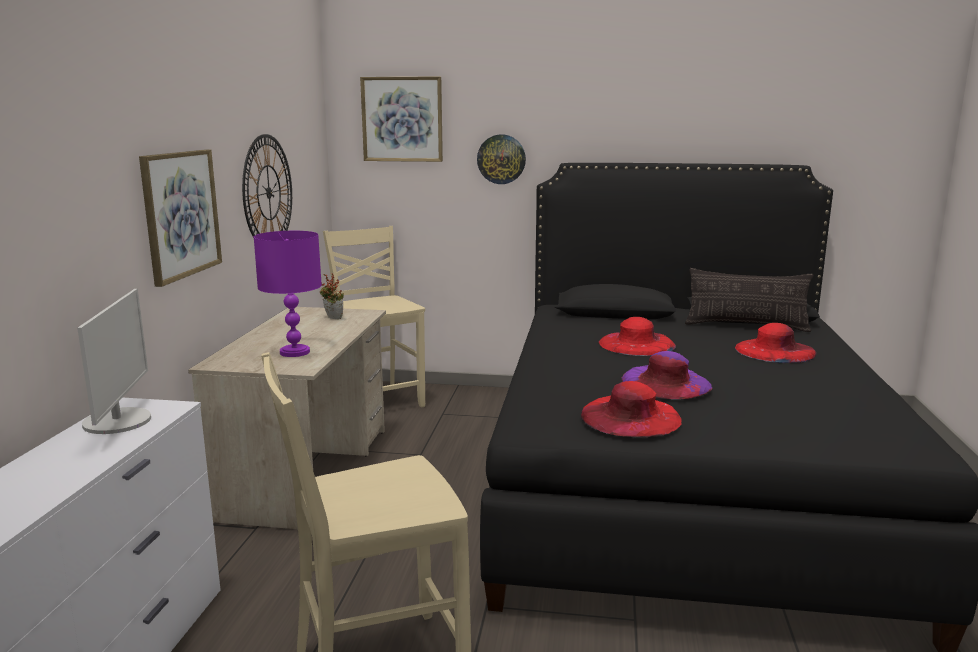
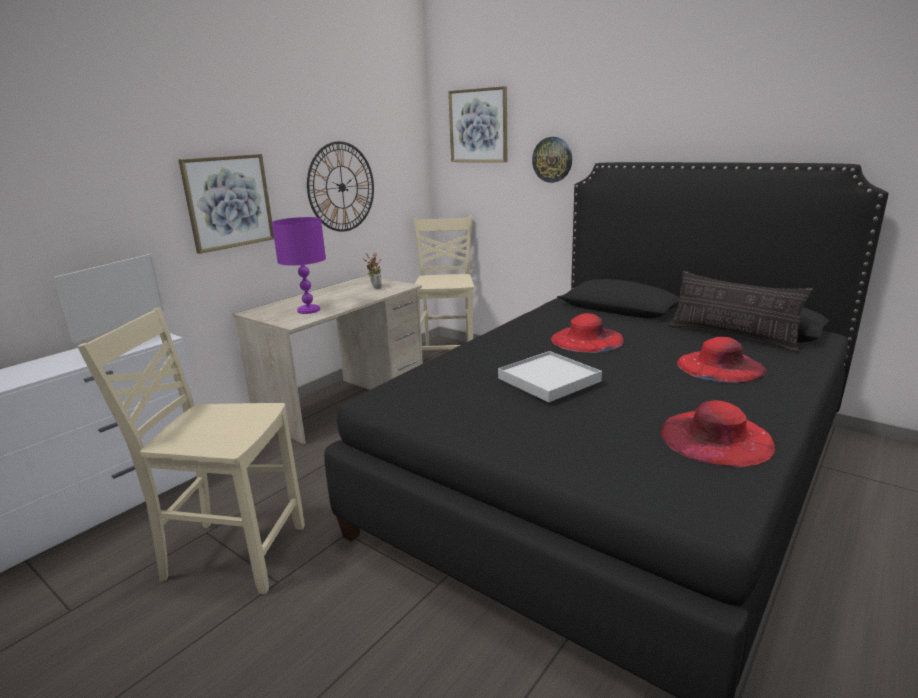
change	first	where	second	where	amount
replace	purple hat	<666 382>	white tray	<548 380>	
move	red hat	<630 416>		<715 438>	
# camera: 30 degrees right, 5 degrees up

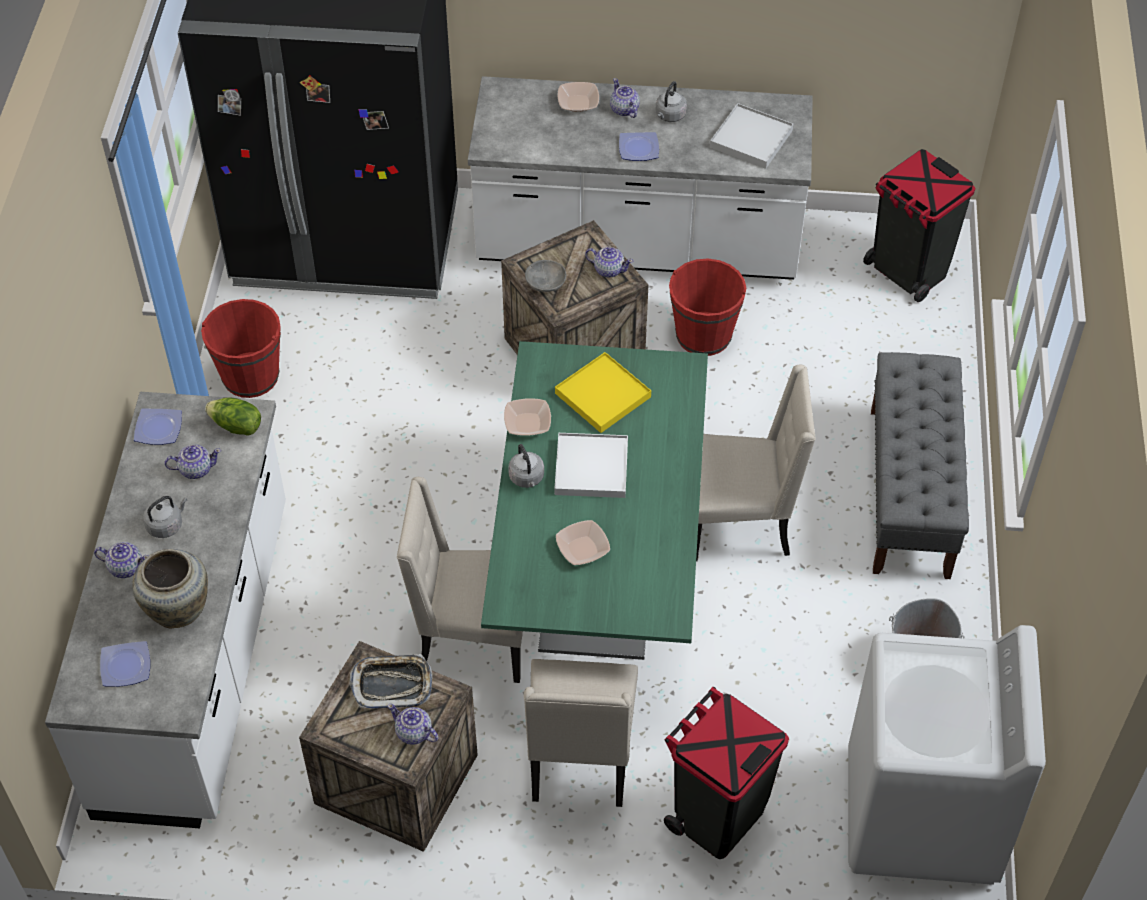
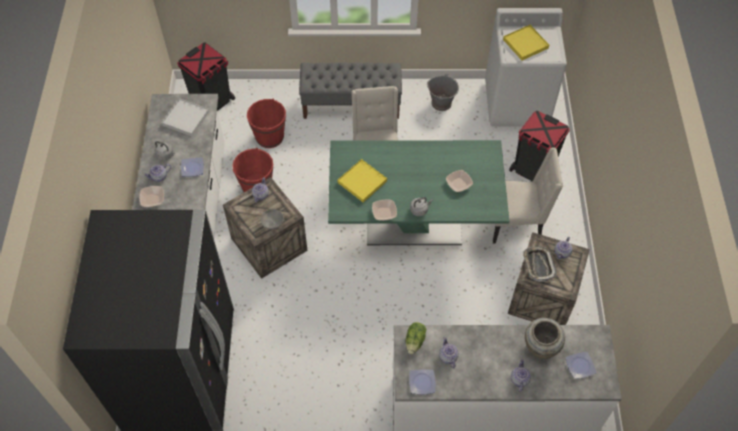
change	first	where	second	where	amount
move	red bucket	<250 376>		<269 137>	
delete	white tray	<591 468>			
delete	beige chair	<471 638>			
delete	grey kettle	<166 525>			
insert			yellow tray	<525 44>	
# camera: 95 degrees left, 5 degrees up

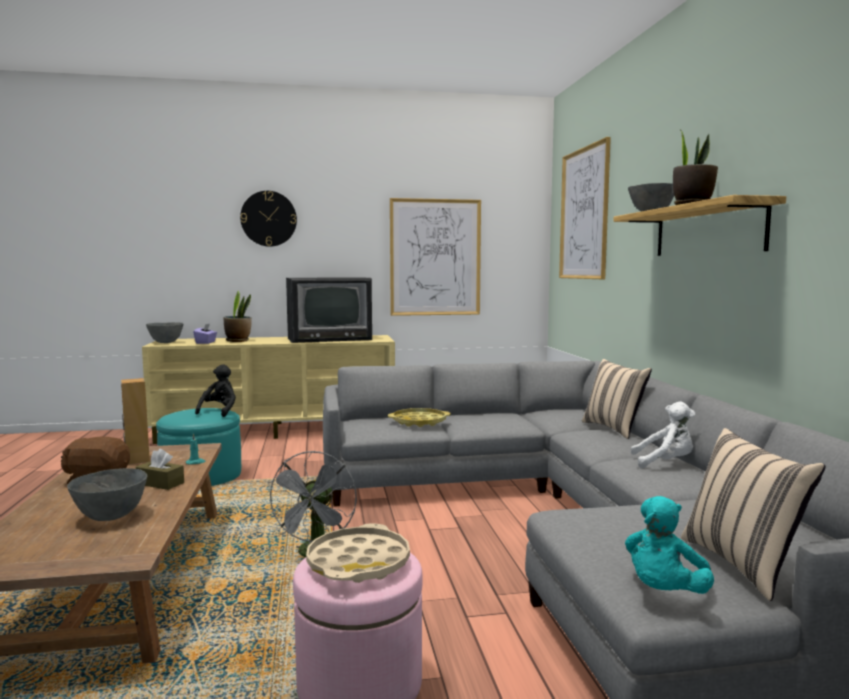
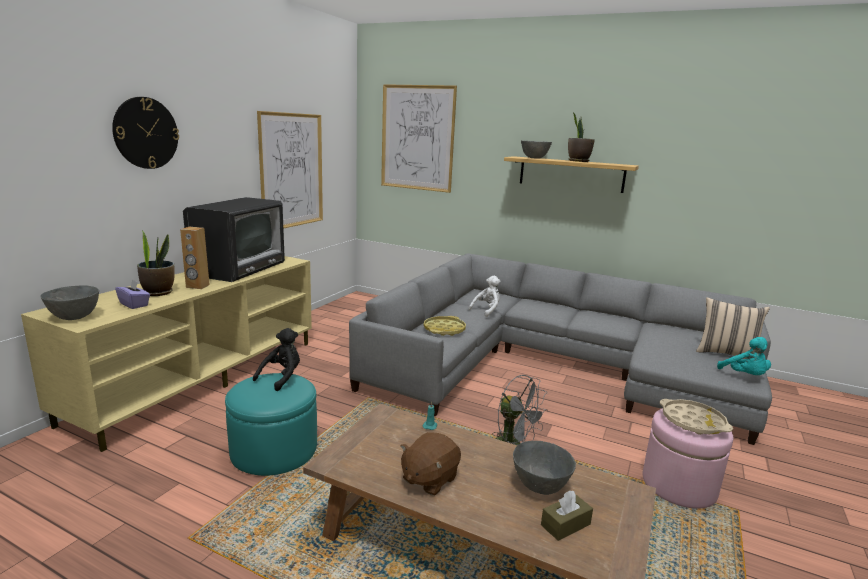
change	first	where	second	where	amount
delete	beige pillow	<614 428>			
rotate	black plush toy	<219 411>		<282 378>	75 degrees clockwise
move	brown speaker	<137 460>		<197 286>	
move	white plush toy	<665 463>		<486 310>	
move	brown tissue box	<160 483>		<565 524>	
# camera: 55 degrees left, 10 degrees up

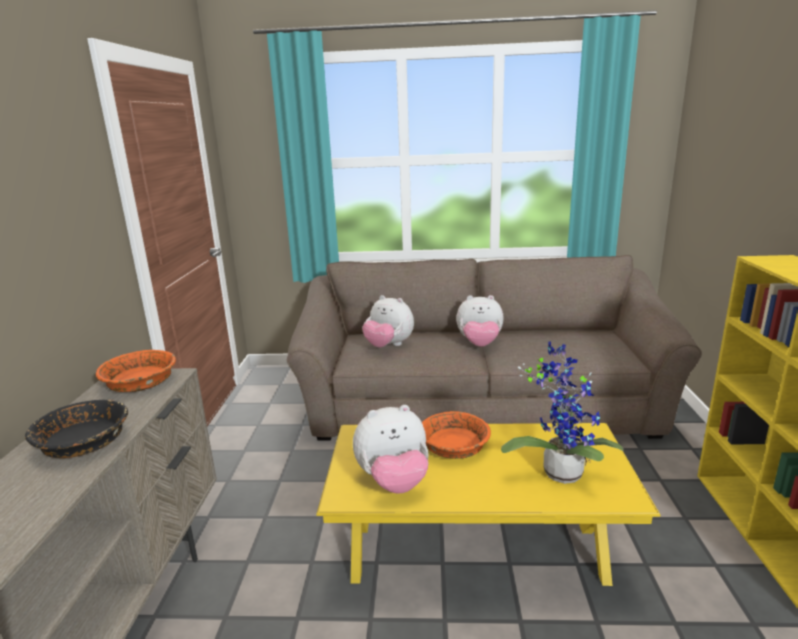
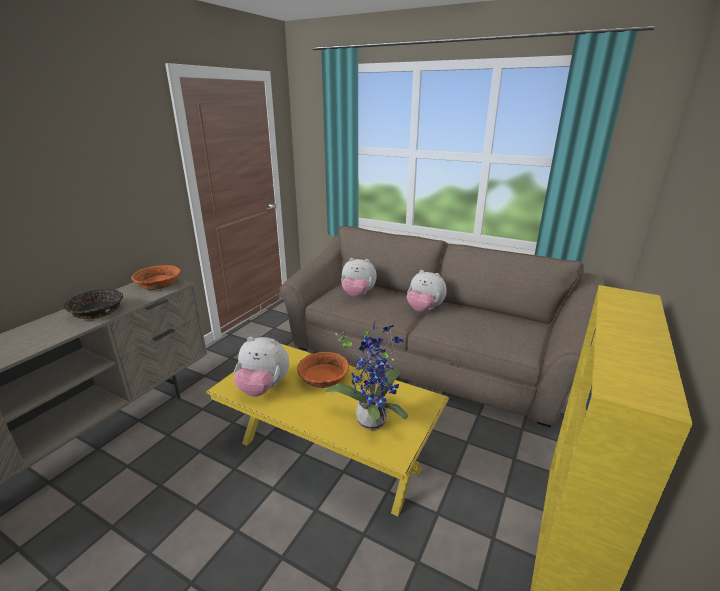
change	first	where	second	where	amount
rotate	plush toy	<388 346>		<357 295>	45 degrees counterclockwise
# camera: 25 degrees right, 5 degrees up

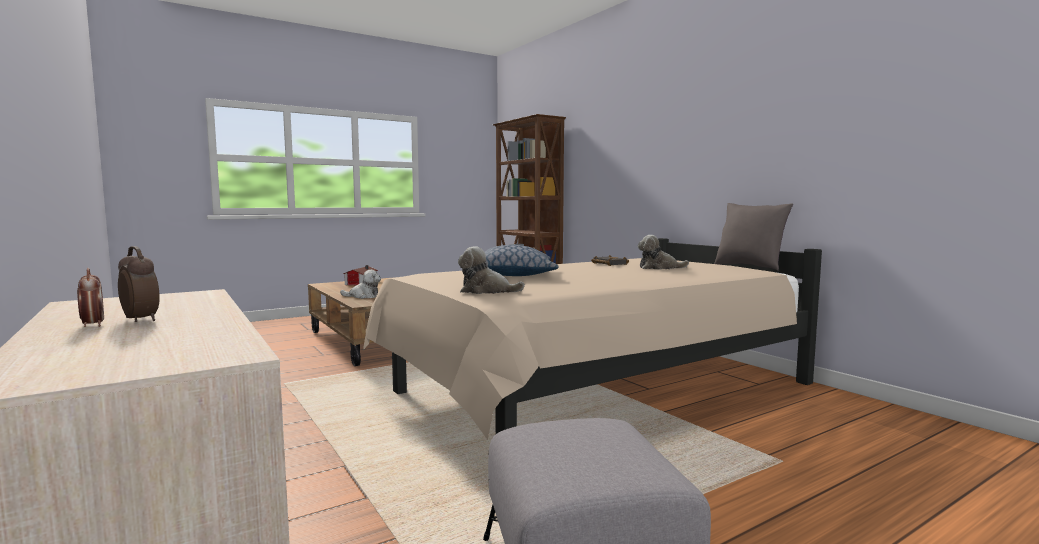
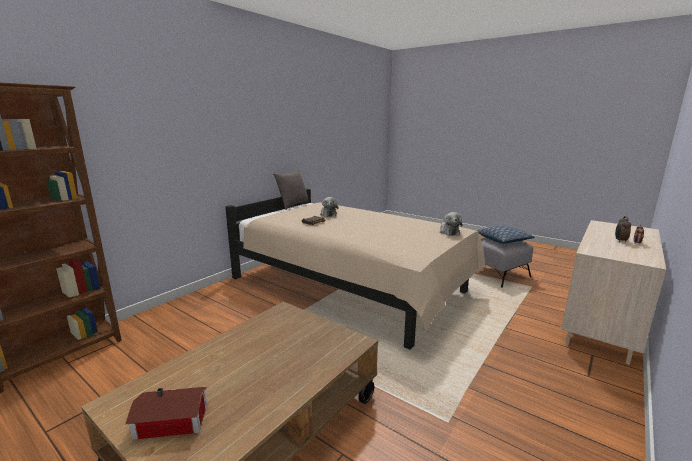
change	first	where	second	where	amount
move	pillow	<514 275>		<503 240>	
delete	plush toy	<363 296>			
# camera: 110 degrees left, 10 degrees up

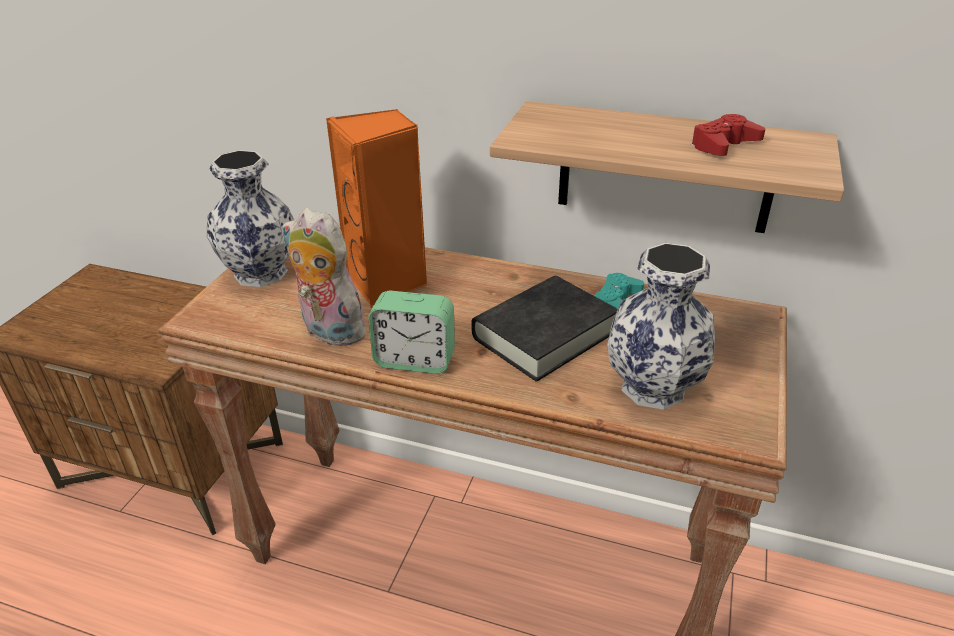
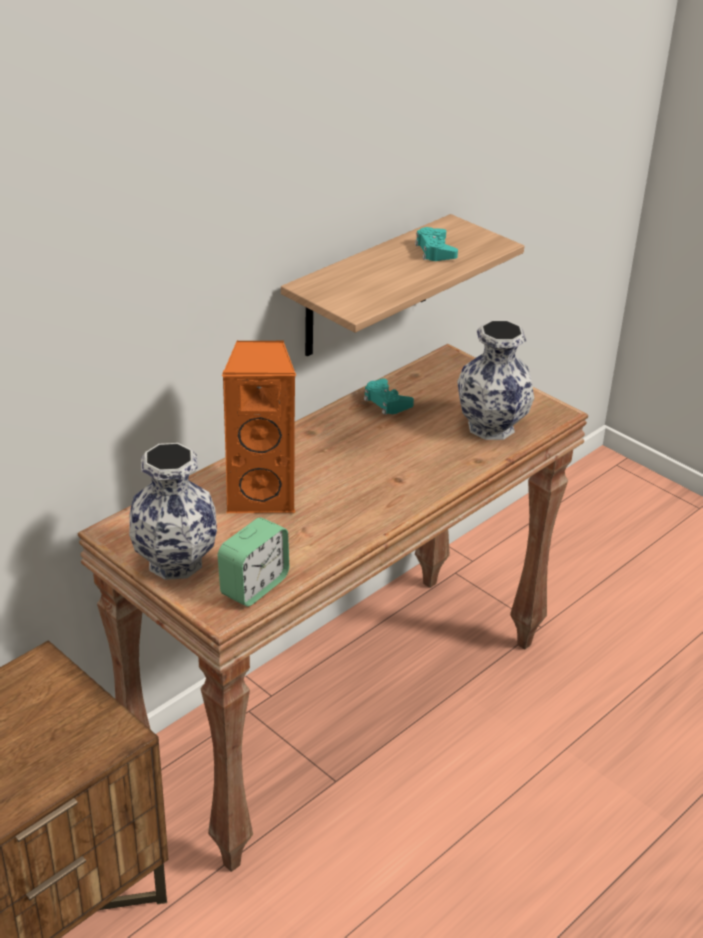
change	first	where	second	where	amount
recolor	red game controller	<724 145>	turquoise game controller	<435 250>	
delete	plush toy	<329 331>			
delete	black book	<544 335>			
move	alarm clock	<415 360>		<254 586>	
# camera: 65 degrees left, 0 degrees up

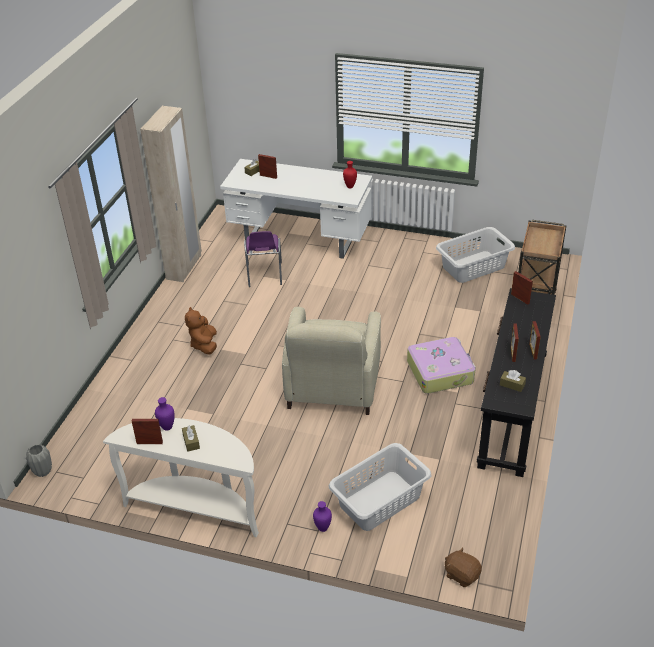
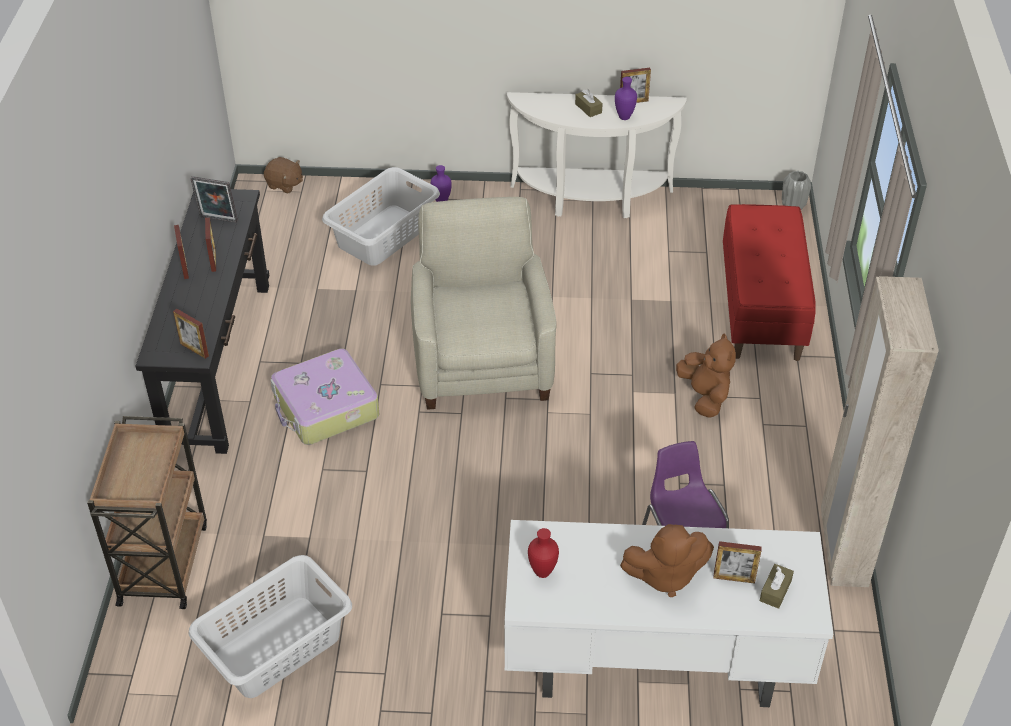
change	first	where	second	where	amount
replace	brown tissue box	<512 385>	picture frame	<218 220>	
insert			red bench	<761 309>	
insert			brown plush toy	<665 575>	
# camera: 165 degrees right, 5 degrees up

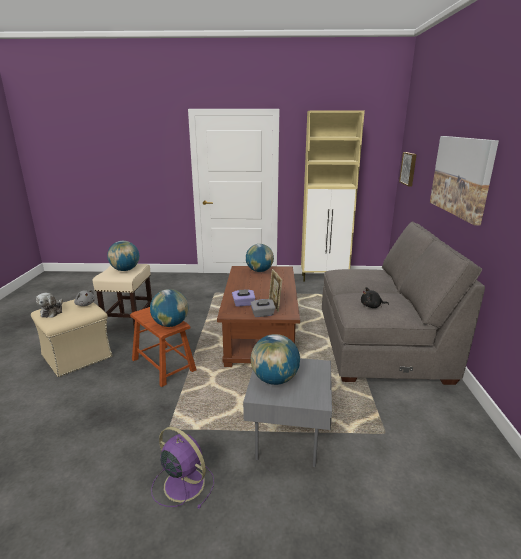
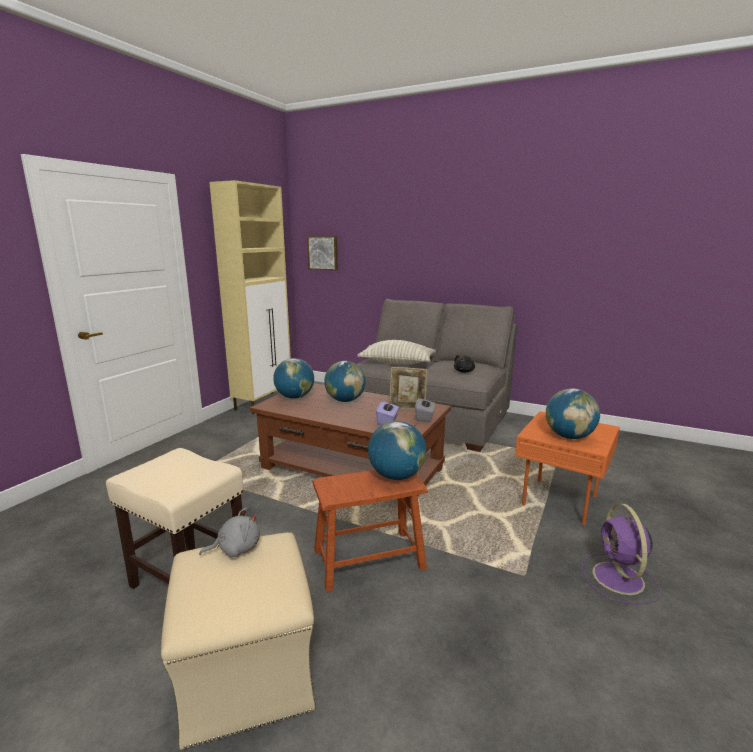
change	first	where	second	where	amount
delete	picture	<461 176>			
move	globe	<125 270>		<345 400>	
delete	plush toy	<52 311>			
recolor	grey side table	<289 442>	orange side table	<562 501>	
rotate	purple fan	<182 483>		<619 579>	60 degrees counterclockwise
insert			pillow	<397 363>	
# camera: 65 degrees left, 5 degrees down

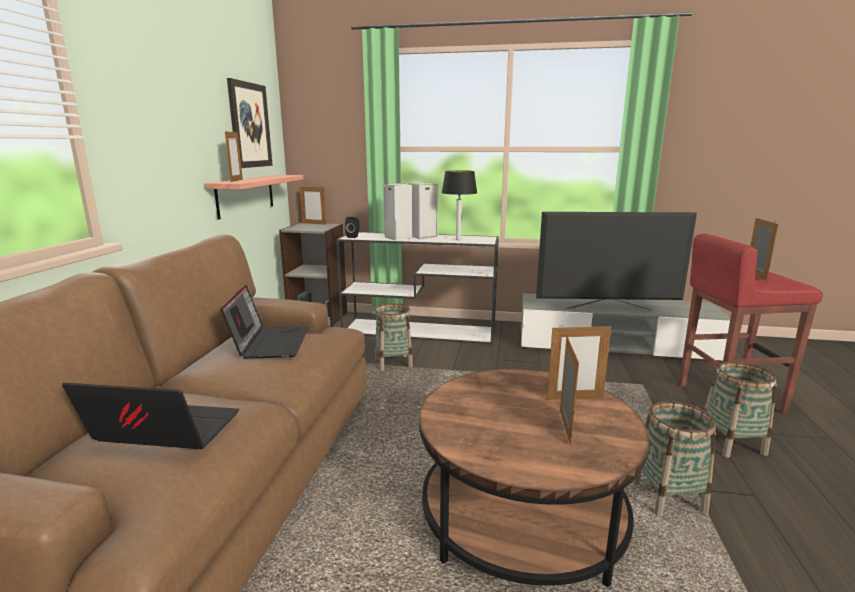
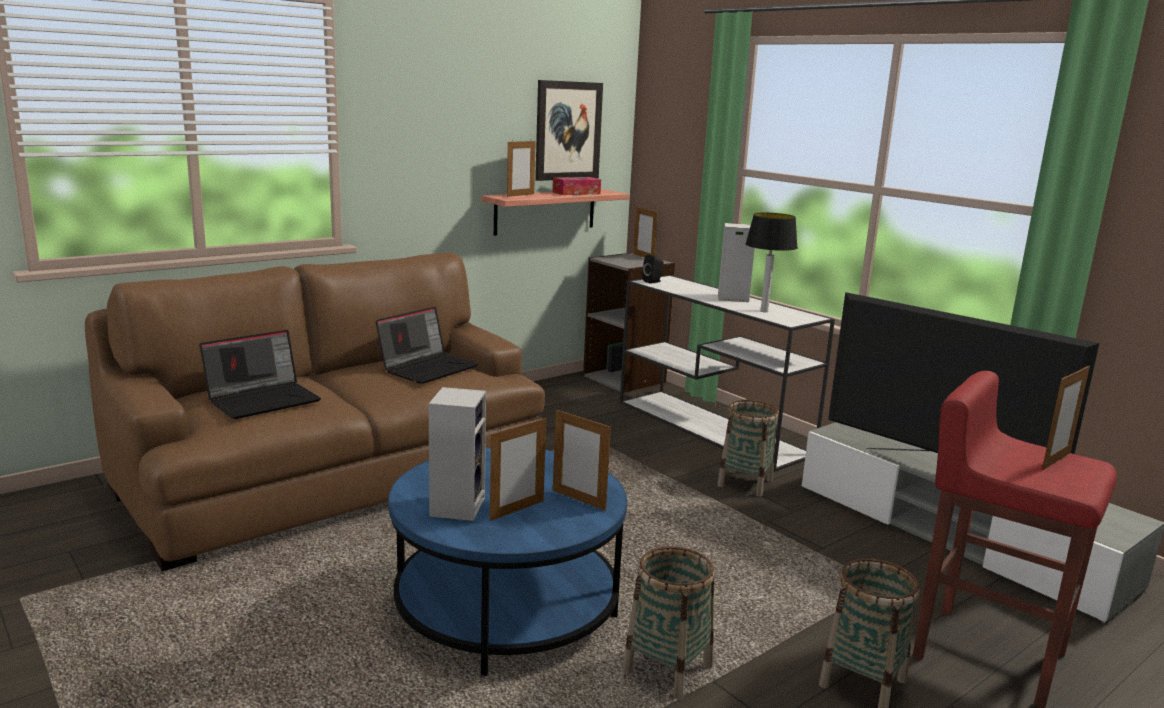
change	first	where	second	where	amount
move	speaker	<397 237>		<457 506>	
move	basket	<393 363>		<745 483>	
recolor	brown coffee table	<522 517>	blue coffee table	<506 606>	
rotate	laptop	<162 433>		<264 400>	90 degrees clockwise
insert			tissue box	<576 193>	
# camera: 40 degrees right, 0 degrees up

